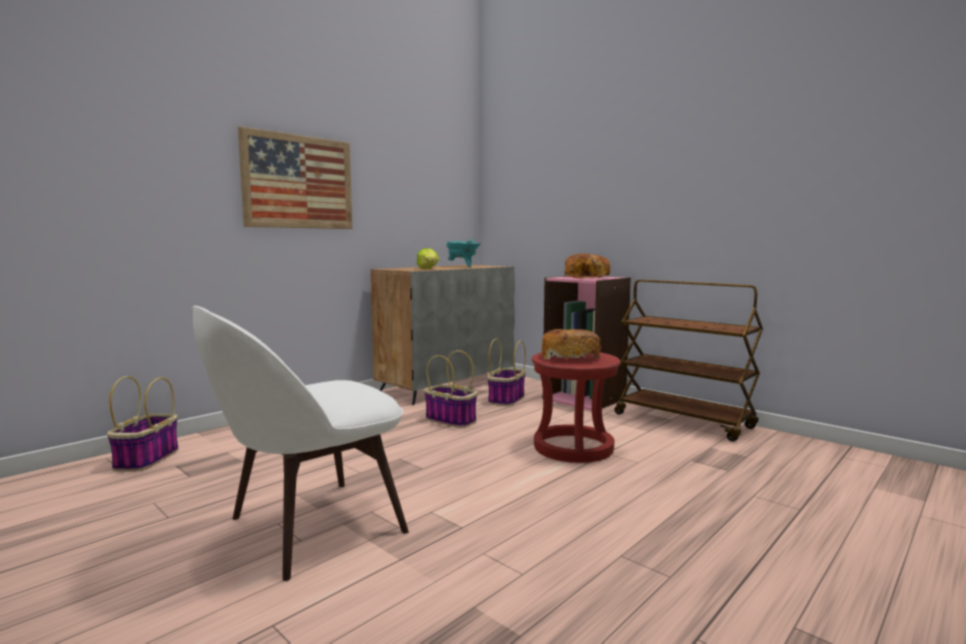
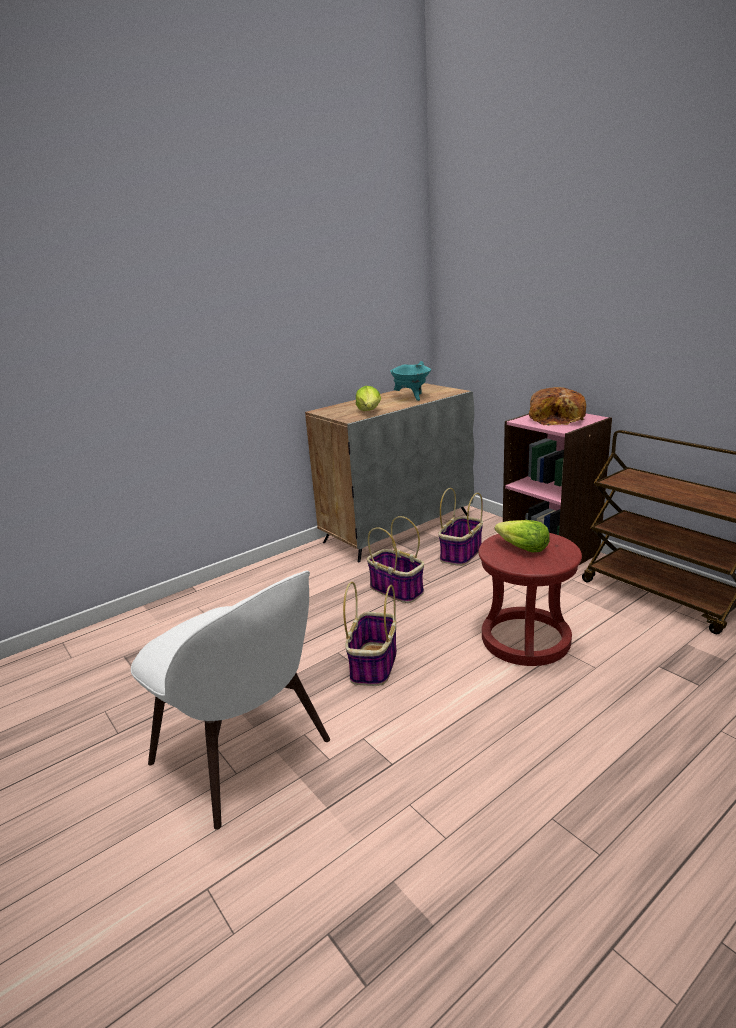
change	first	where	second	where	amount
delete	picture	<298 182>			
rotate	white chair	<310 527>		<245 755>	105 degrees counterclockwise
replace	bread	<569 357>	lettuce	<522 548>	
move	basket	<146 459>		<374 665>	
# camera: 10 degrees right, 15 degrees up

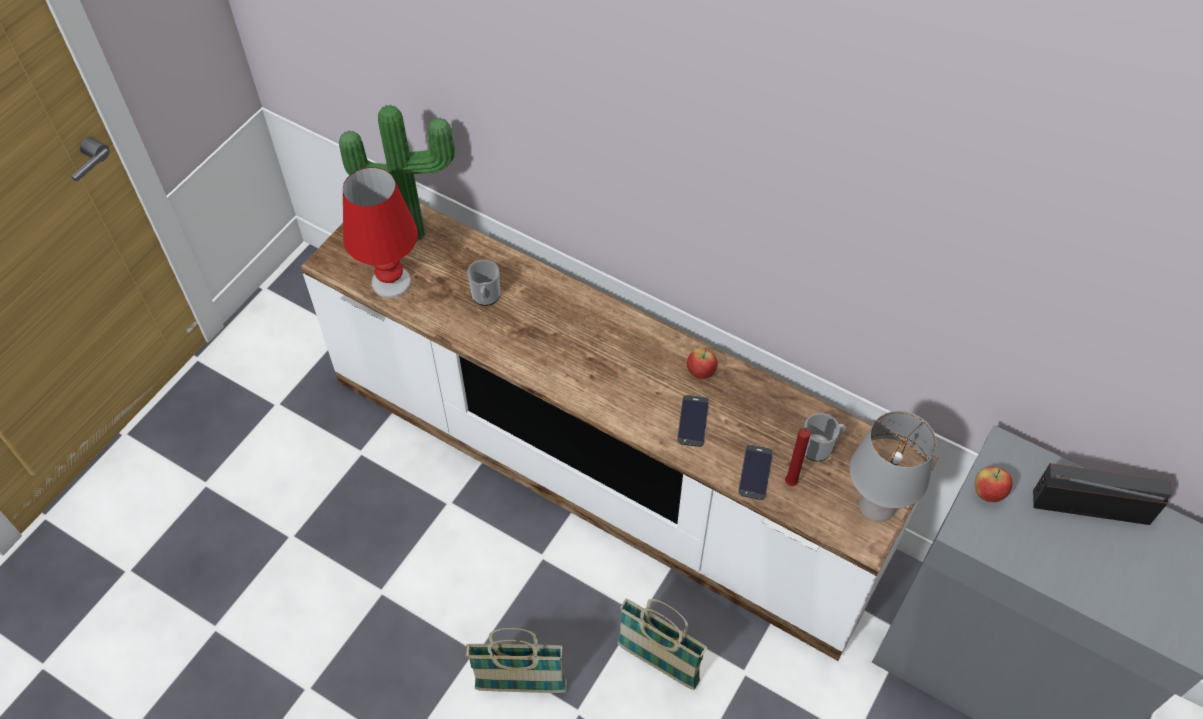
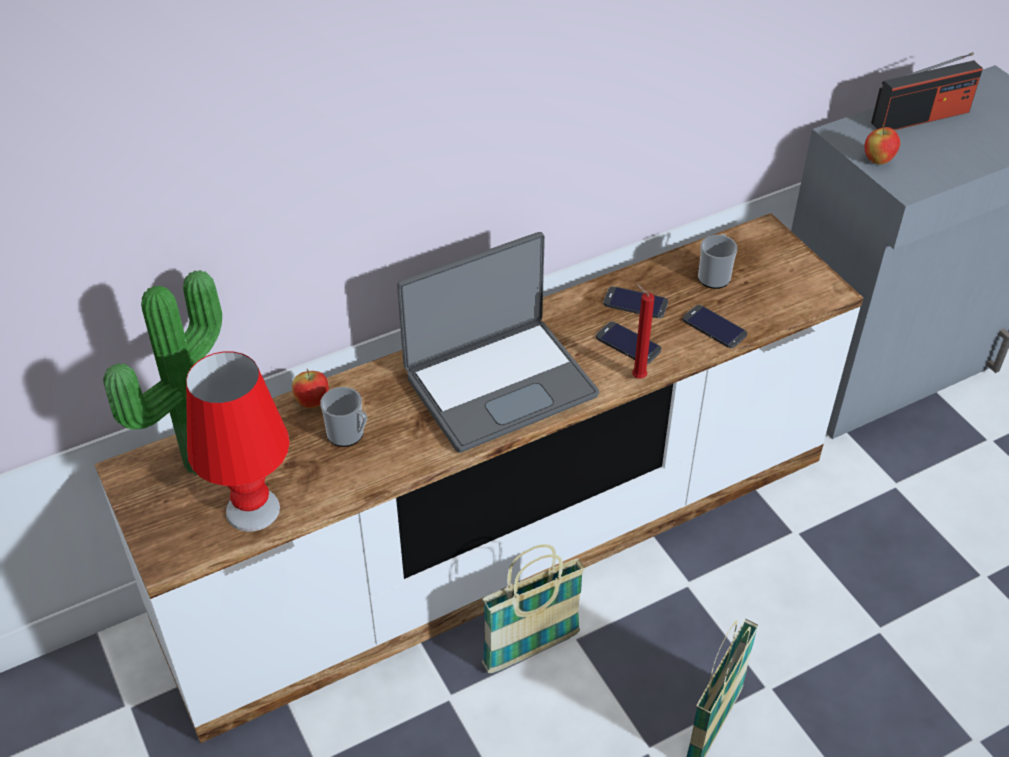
change	first	where	second	where	amount
move	apple	<700 373>		<312 402>	
delete	grey table lamp	<875 508>			
move	red candle	<790 480>		<636 377>	
rotate	radio	<1090 507>		<920 117>	150 degrees counterclockwise
move	basket	<658 664>		<531 649>	
insert			laptop	<499 384>	
insert			phone	<635 303>	
# camera: 60 degrees left, 10 degrees down

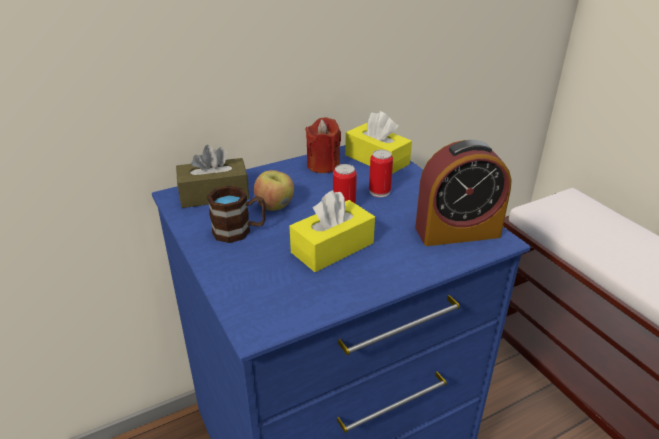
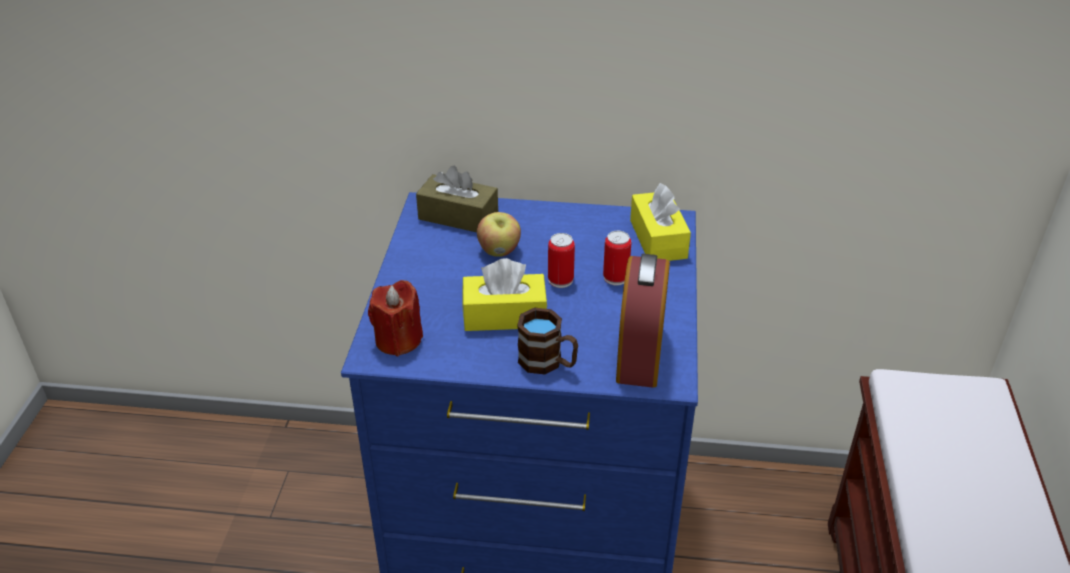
change	first	where	second	where	amount
move	red candle	<323 165>		<398 340>	
rotate	alarm clock	<457 232>		<640 353>	75 degrees clockwise
move	brown mug	<239 231>		<548 363>	
# camera: 35 degrees right, 5 degrees up

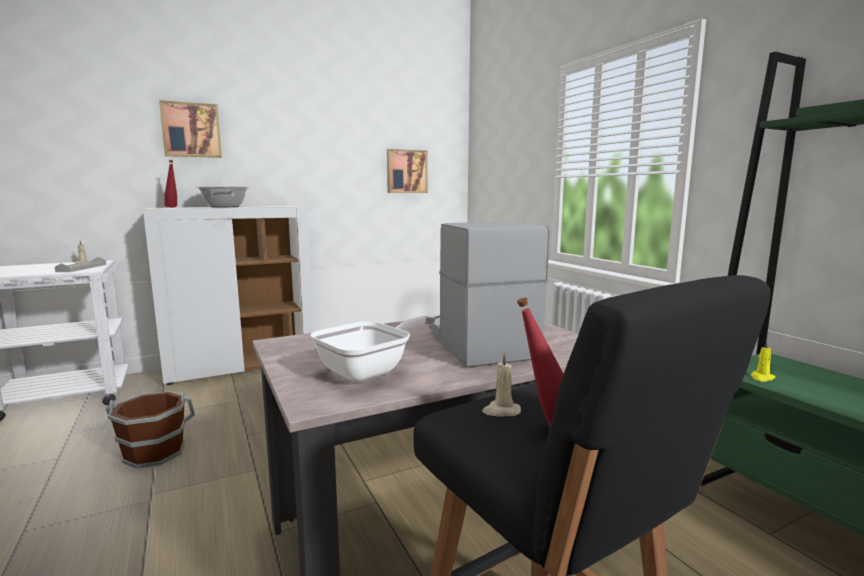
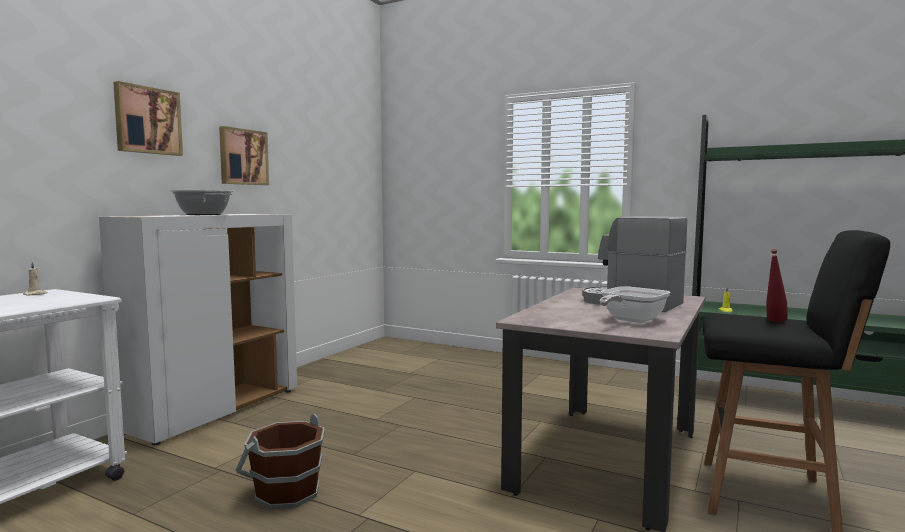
change	first	where	second	where	amount
move	picture	<406 171>		<242 157>	
delete	red bottle	<172 207>			
delete	grey tray	<82 268>			
rotate	frying pan	<371 370>		<630 320>	150 degrees counterclockwise
delete	beige candle	<501 411>			
# camera: 35 degrees left, 5 degrees down

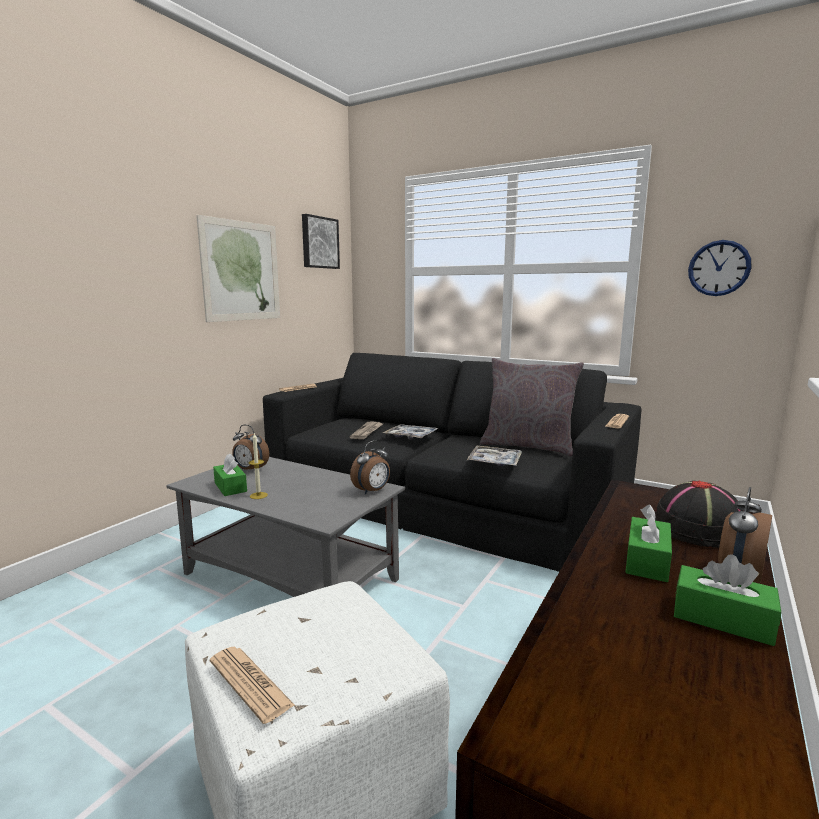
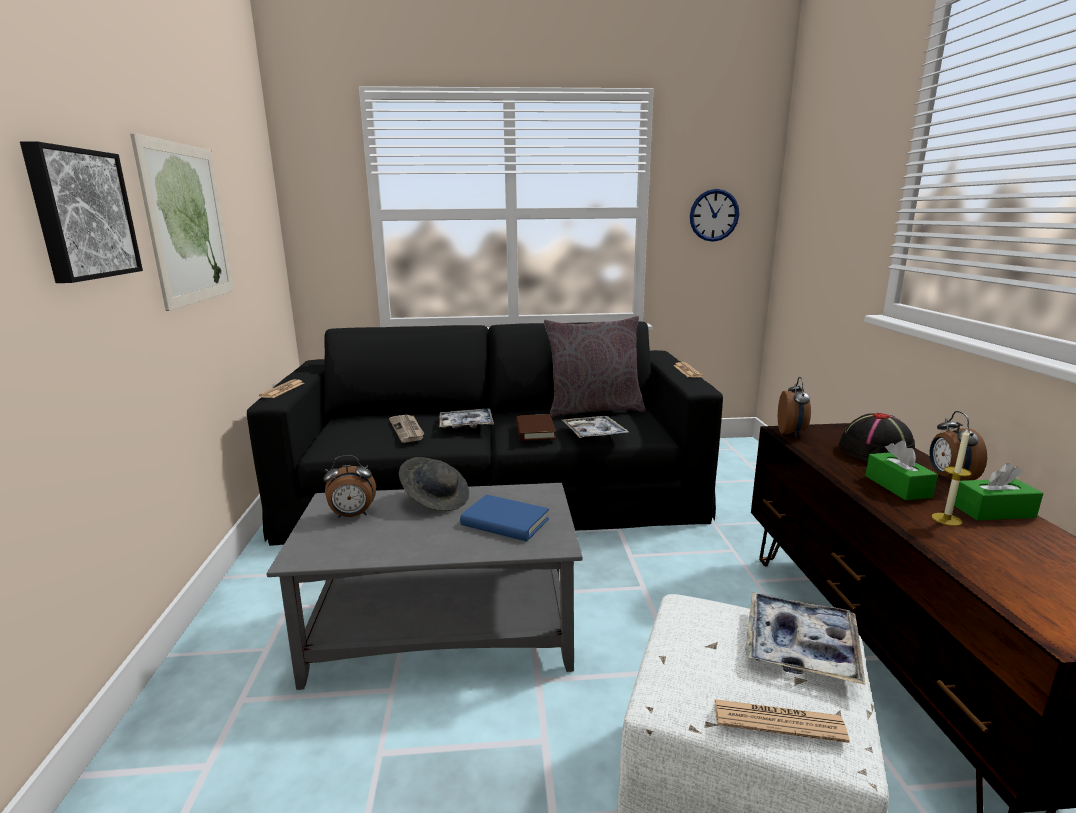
change	first	where	second	where	amount
move	picture	<319 242>		<81 214>	
move	candle	<258 495>		<946 519>	
move	alarm clock	<372 491>		<791 433>	
delete	green tissue box	<230 487>			
insert			brown book	<535 430>	
insert			grey hat	<436 499>	
insert			blue book	<505 522>	
insert			tray	<800 646>	
# camera: 35 degrees left, 5 degrees up

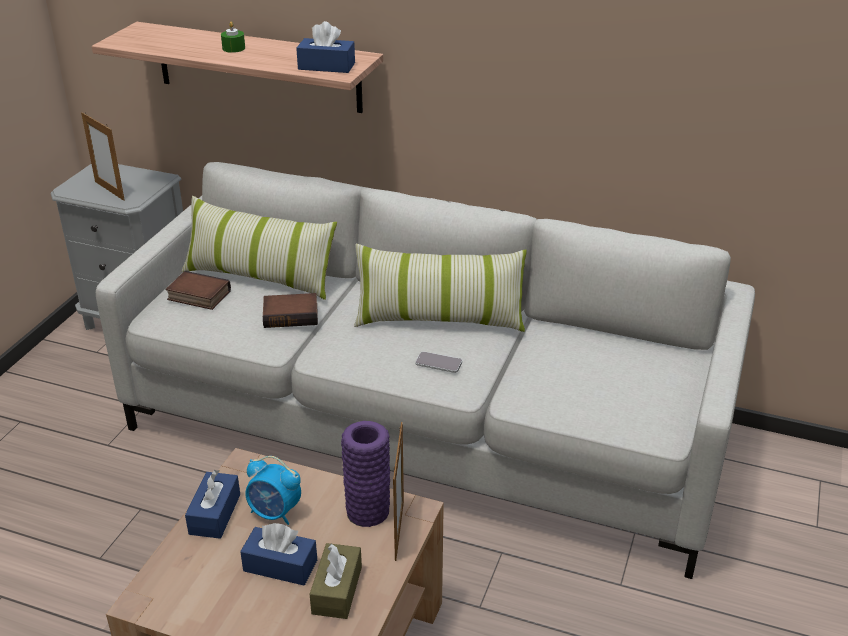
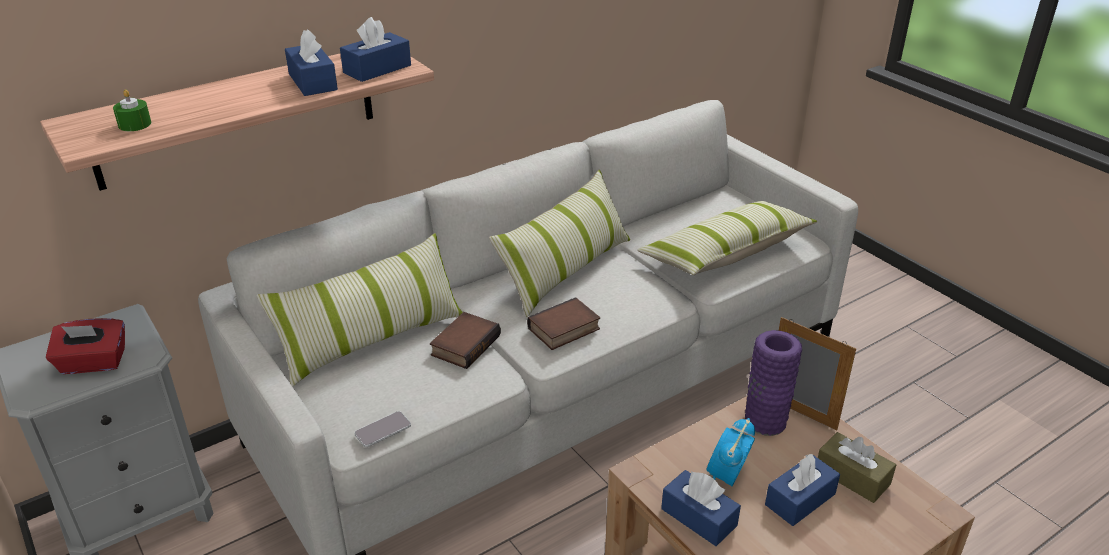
change	first	where	second	where	amount
move	green candle	<233 48>		<135 124>	
replace	picture frame	<109 191>	red tissue box	<93 363>	
move	book	<197 296>		<564 330>	
move	phone	<438 363>		<383 430>	
rotate	alarm clock	<275 513>		<727 477>	150 degrees clockwise
insert			blue tissue box	<312 82>	
insert			pillow	<726 253>	
# camera: 55 degrees left, 0 degrees up

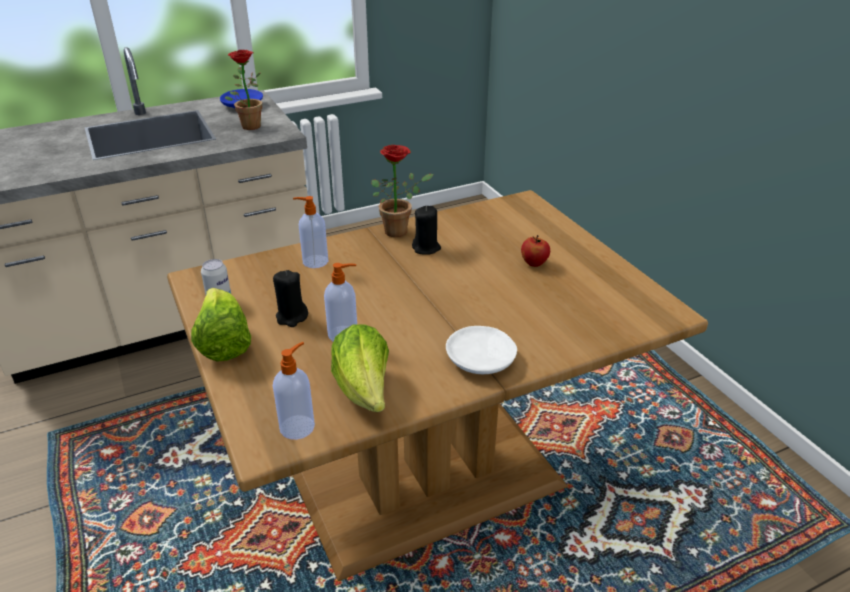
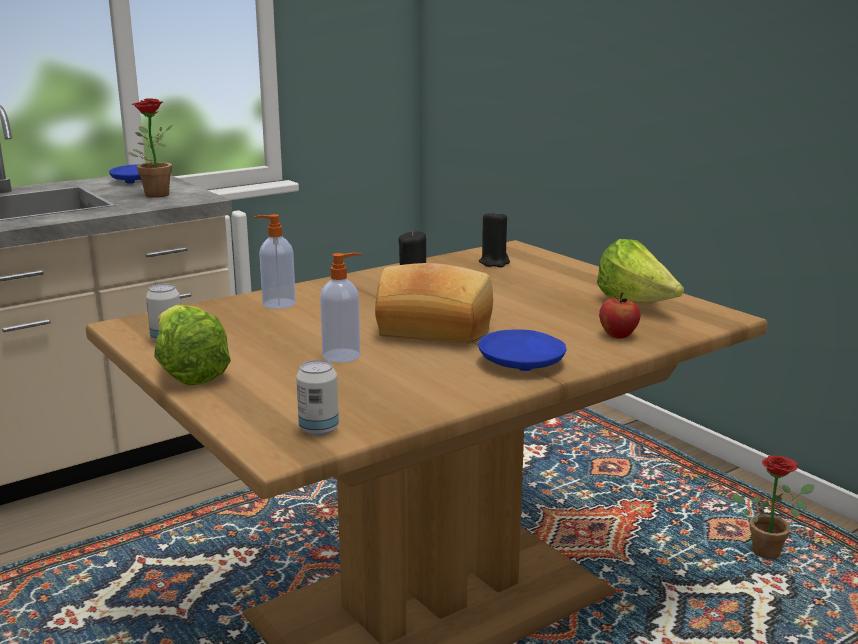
change	first	where	second	where	amount
move	potted plant	<400 230>		<769 552>	
move	apple	<534 263>		<618 335>	
move	black candle	<291 317>		<494 263>	
move	lettuce	<364 390>		<636 303>	
recolor	white plate	<481 359>	blue plate	<522 363>	
replace	soap dispenser	<298 426>	can	<319 429>	
insert			bread	<435 328>	
# camera: 10 degrees left, 15 degrees down

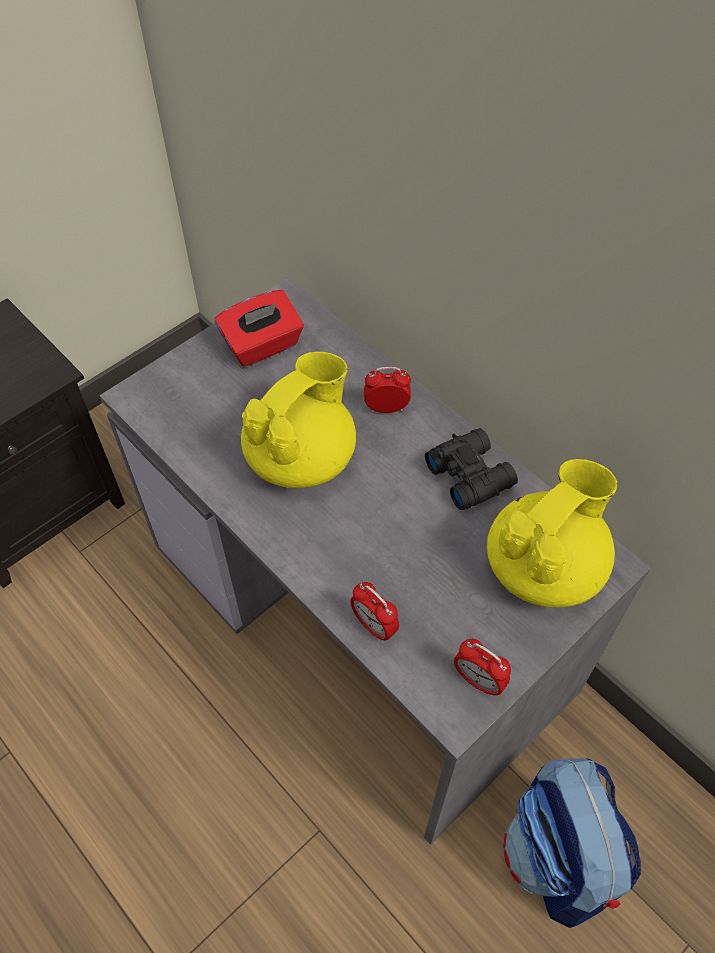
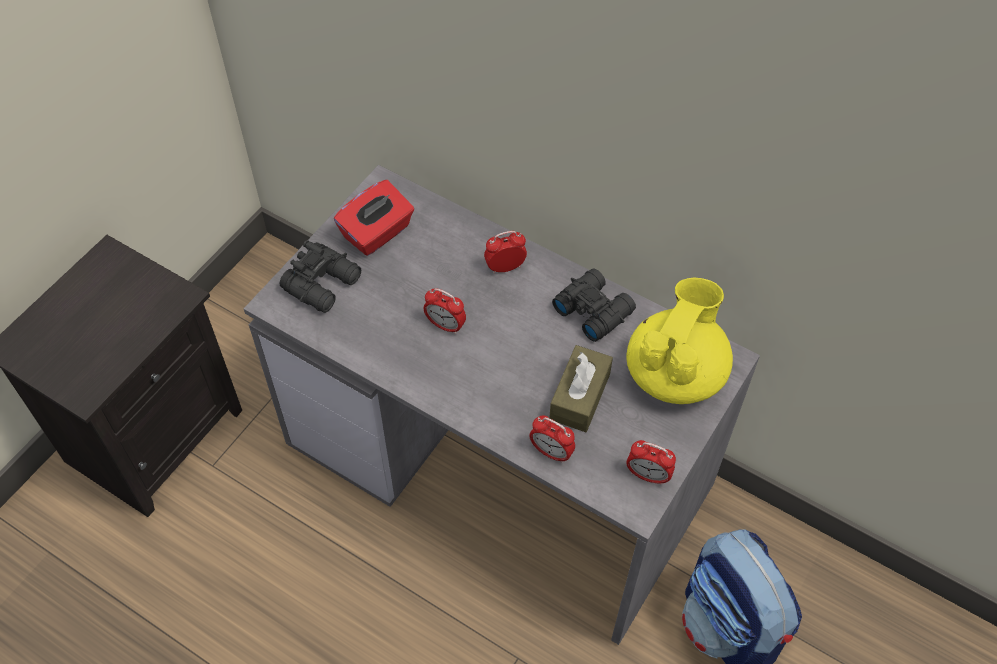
change	first	where	second	where	amount
replace	yellow teapot	<302 457>	alarm clock	<445 325>	
insert			black binoculars	<324 284>	
insert			brown tissue box	<580 396>	
# camera: 15 degrees left, 0 degrees up

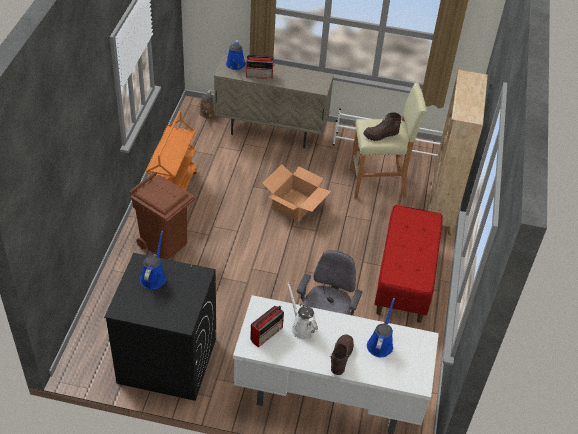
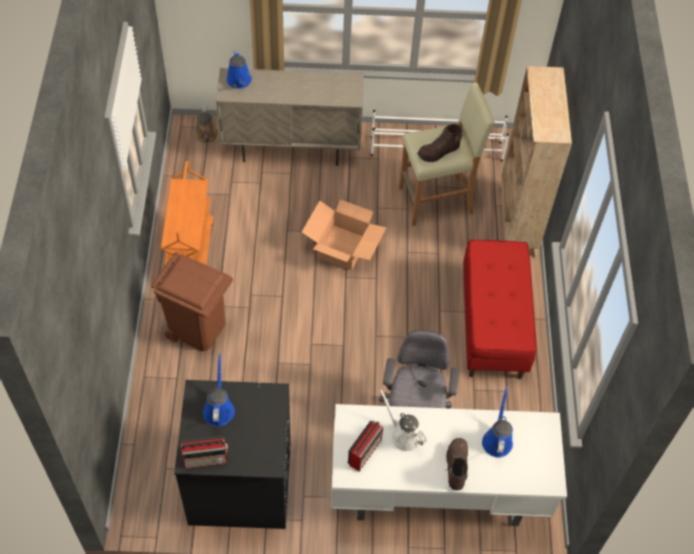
change	first	where	second	where	amount
move	radio	<260 75>		<206 459>	
# camera: 10 degrees left, 10 degrees up

